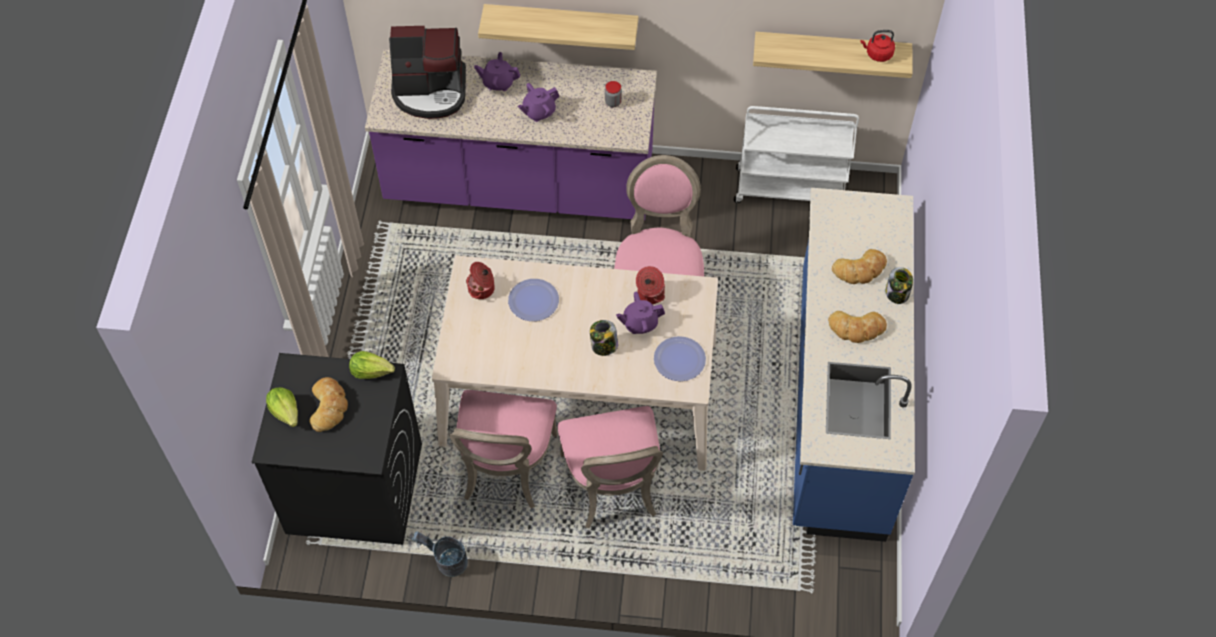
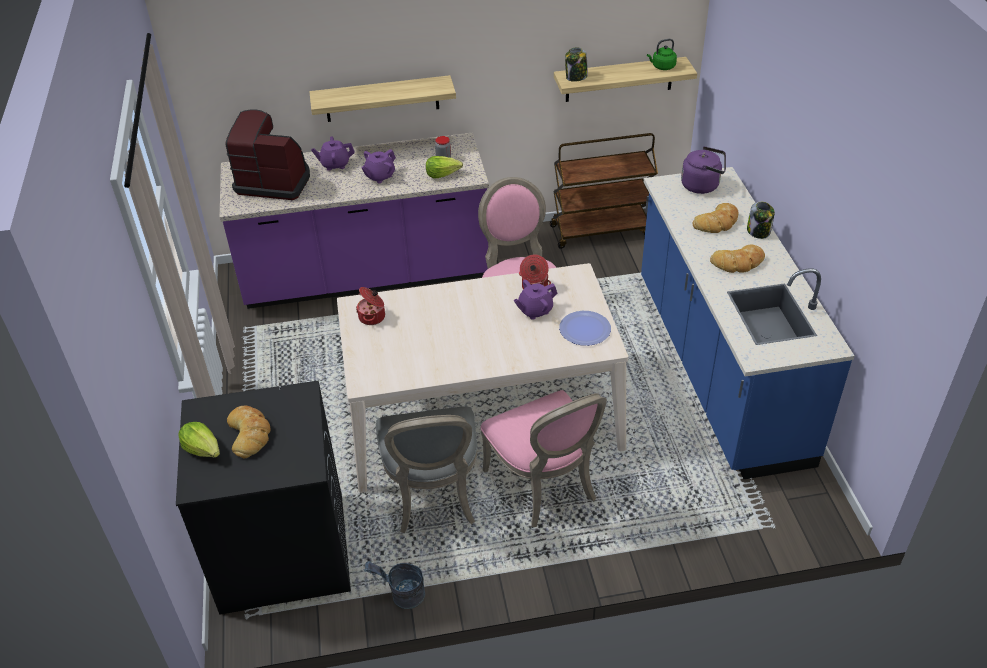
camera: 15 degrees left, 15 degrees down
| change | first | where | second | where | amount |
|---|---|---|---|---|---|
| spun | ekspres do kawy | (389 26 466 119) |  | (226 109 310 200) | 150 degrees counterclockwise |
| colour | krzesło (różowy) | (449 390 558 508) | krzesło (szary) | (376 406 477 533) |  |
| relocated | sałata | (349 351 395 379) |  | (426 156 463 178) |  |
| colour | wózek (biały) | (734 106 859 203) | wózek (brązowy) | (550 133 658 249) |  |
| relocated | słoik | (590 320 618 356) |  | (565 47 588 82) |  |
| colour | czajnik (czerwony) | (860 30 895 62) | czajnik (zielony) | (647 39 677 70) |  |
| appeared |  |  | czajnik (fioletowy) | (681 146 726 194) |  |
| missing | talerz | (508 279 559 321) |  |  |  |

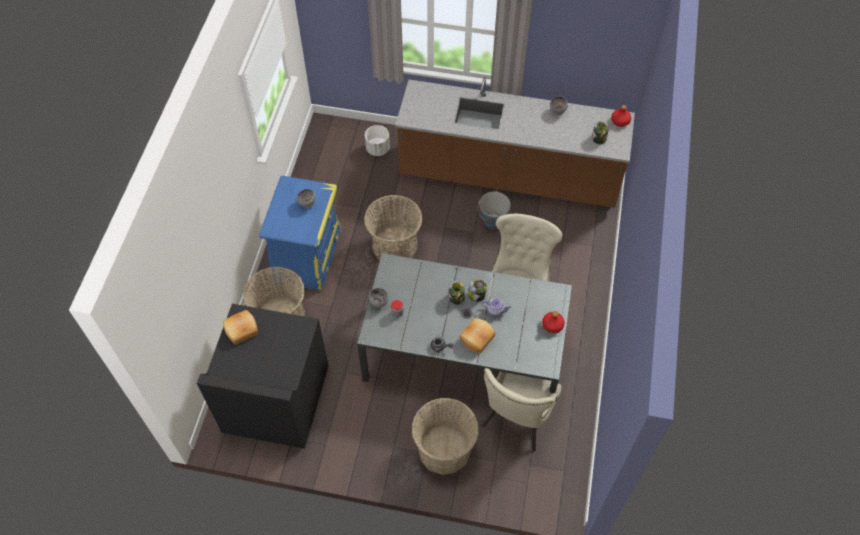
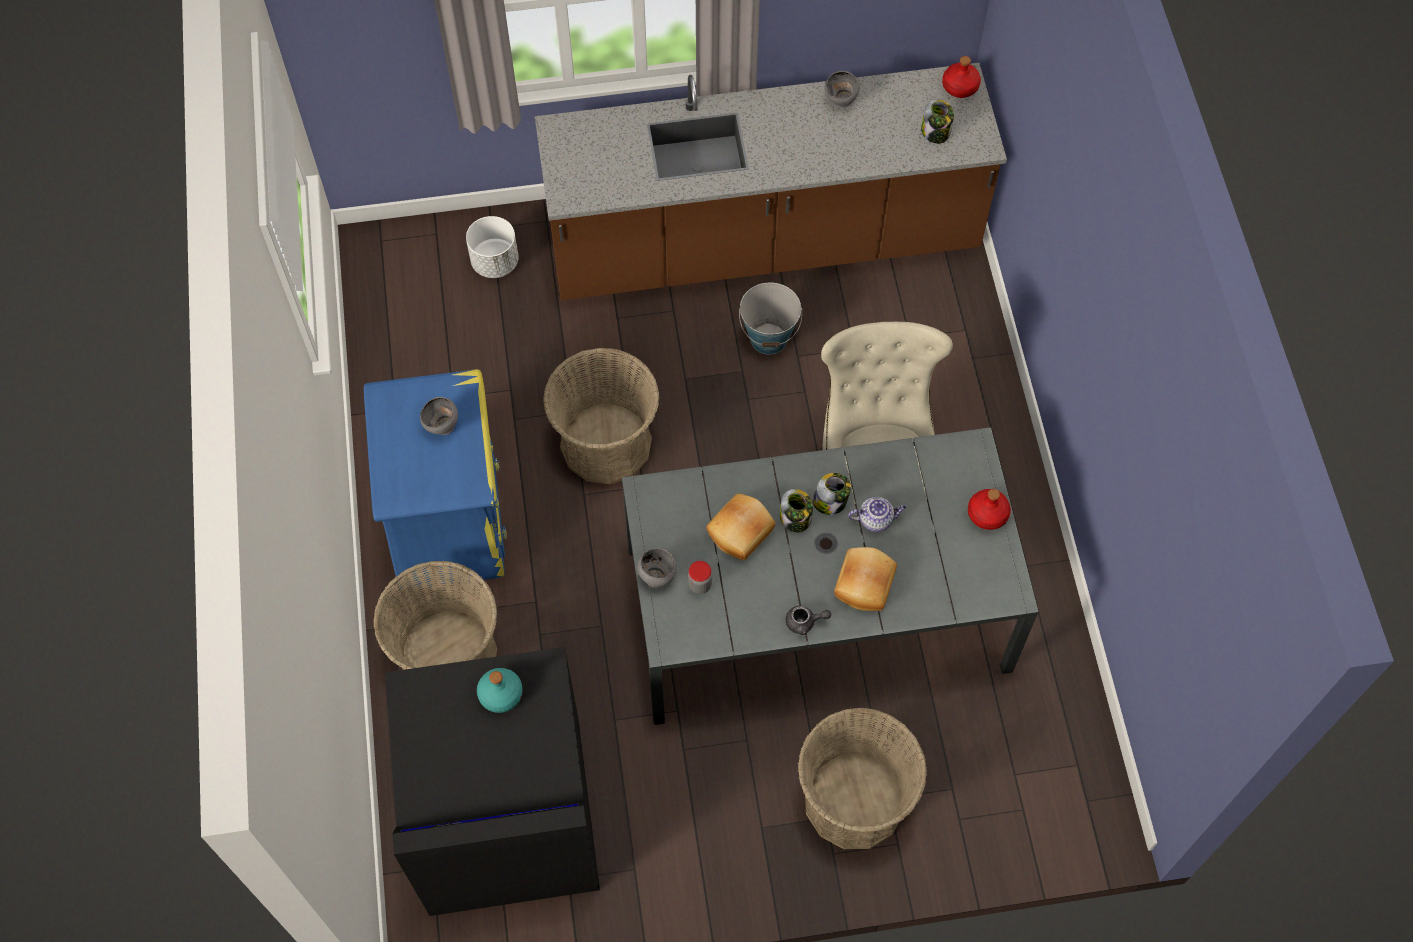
camera: 20 degrees left, 5 degrees up
| change | first | where | second | where | amount |
|---|---|---|---|---|---|
| appeared |  |  | butelka (turkusowy) | (477 668 523 713) |  |
| relocated | chleb | (223 310 258 345) |  | (706 494 775 560) |  |
| missing | krzesło (beżowy) | (481 363 562 452) |  |  |  |

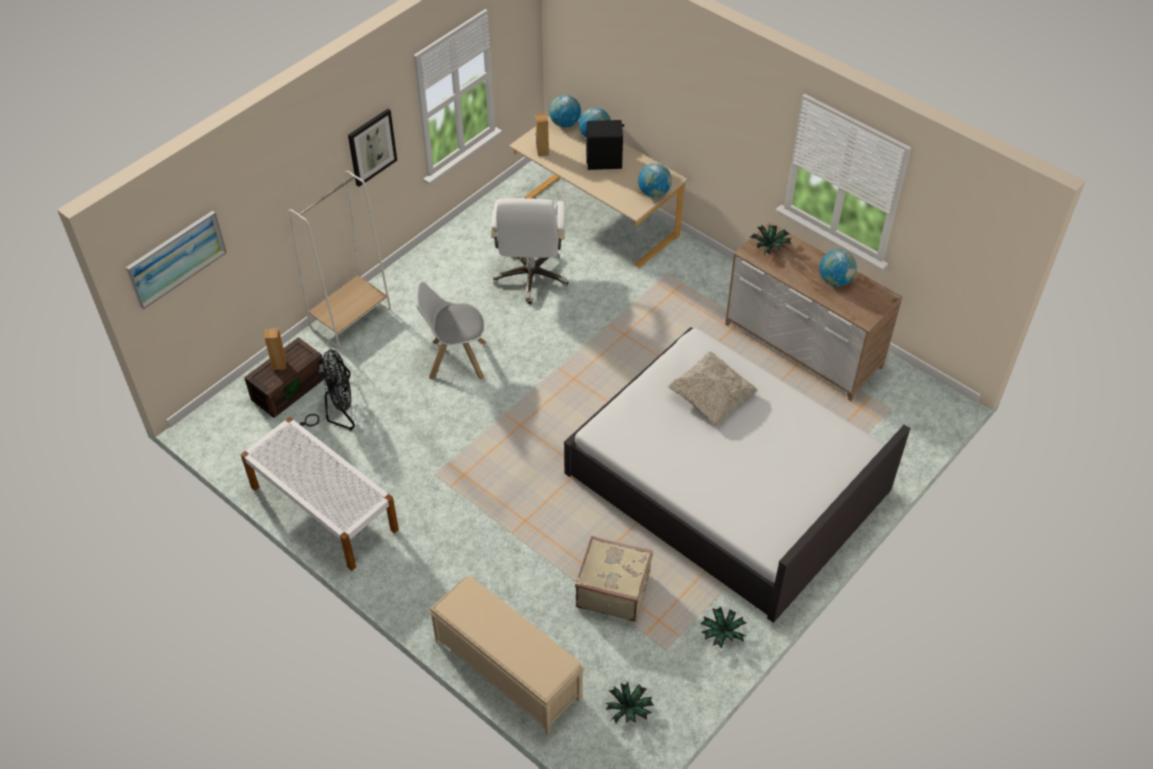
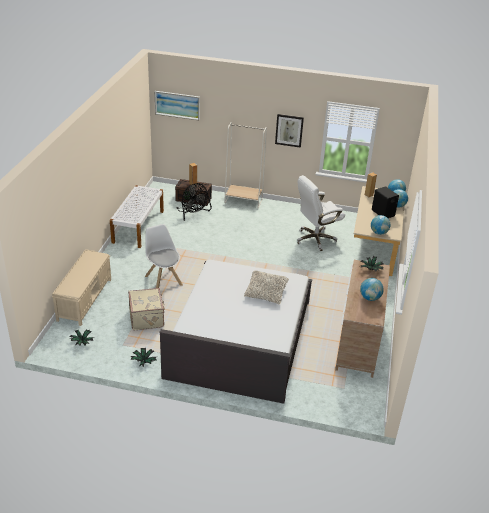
camera: 60 degrees right, 15 degrees down
| change | first | where | second | where | amount |
|---|---|---|---|---|---|
| relocated | krzesło | (415 281 487 380) |  | (145 224 183 288) |  |

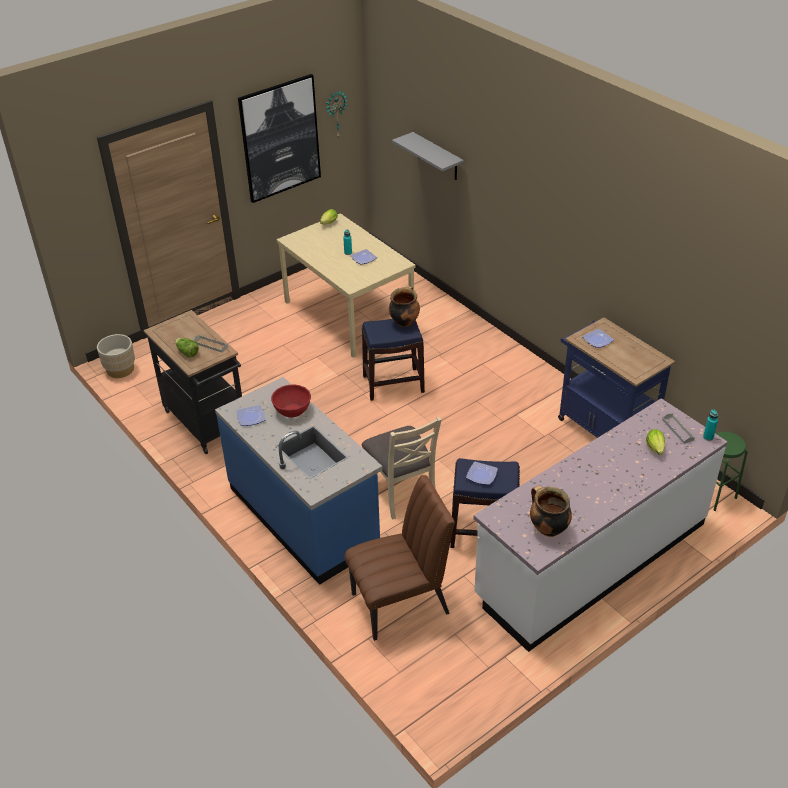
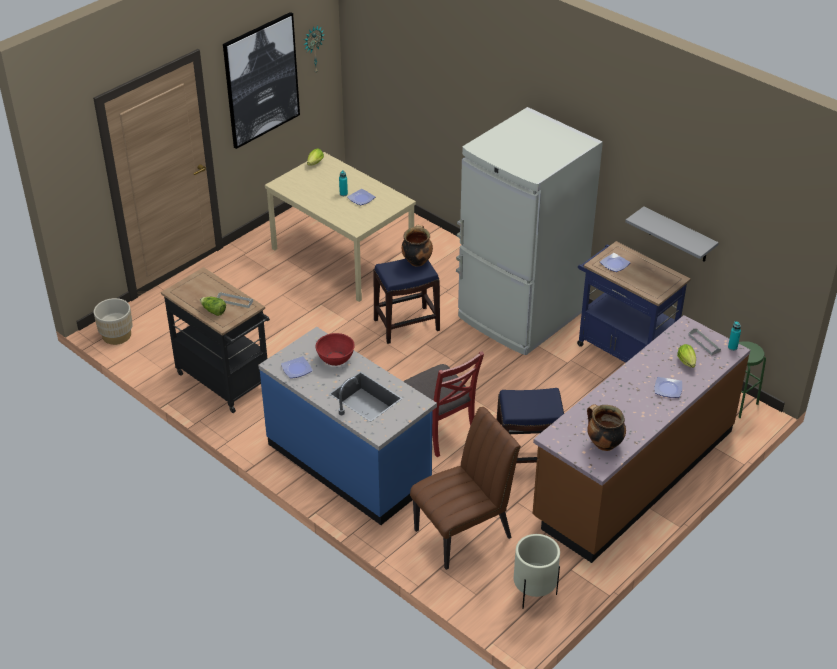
camera: 10 degrees left, 0 degrees up
| change | first | where | second | where | amount |
|---|---|---|---|---|---|
| colour | krzesło (beżowy) | (362 416 442 520) | krzesło (czerwony) | (403 351 484 457) |  |
| appeared |  |  | lodówka (biały) | (456 107 603 355) |  |
| appeared |  |  | donica (beżowy) | (514 534 560 608) |  |
| colour | zabudowa kuchenna (biały) | (473 398 727 652) | zabudowa kuchenna (brązowy) | (532 315 750 563) |  |
| relocated | półka (szary) | (392 132 464 180) |  | (625 207 719 262) |  |
| relocated | talerz | (466 462 498 485) |  | (654 377 682 398) |  |

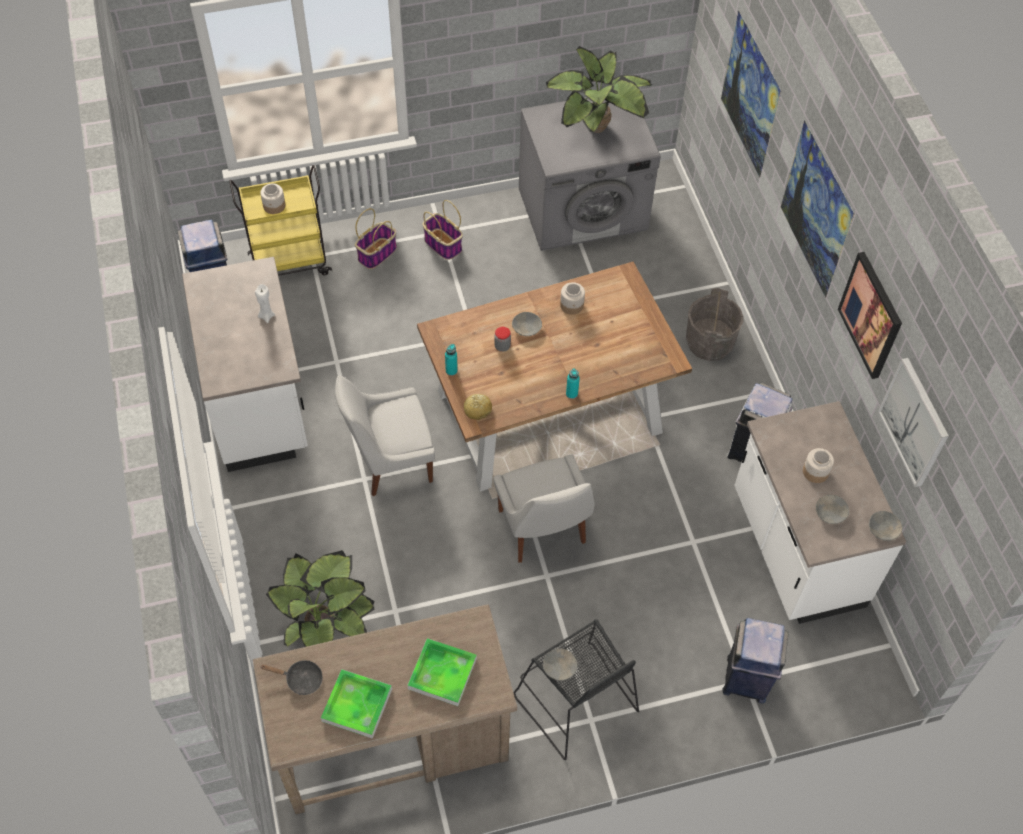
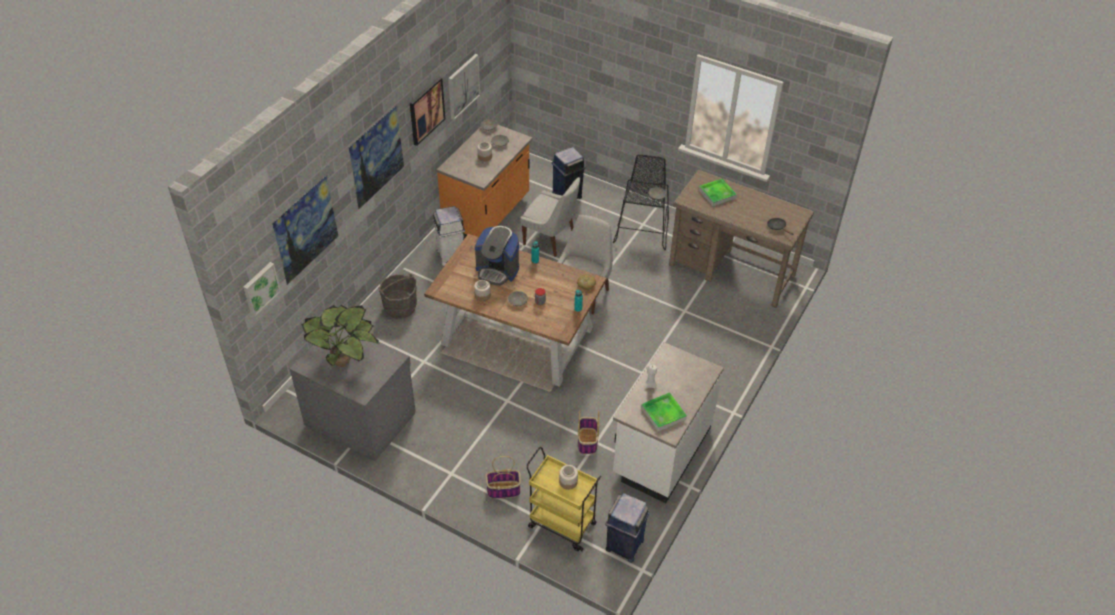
camera: 135 degrees left, 10 degrees down
| change | first | where | second | where | amount |
|---|---|---|---|---|---|
| appeared |  |  | obraz | (243 262 281 316) |  |
| colour | zabudowa kuchenna (biały) | (734 401 906 624) | zabudowa kuchenna (pomarańczowy) | (437 125 533 239) |  |
| appeared |  |  | ekspres do kawy | (475 226 519 286) |  |
| relocated | krzesło (biały) | (335 375 435 496) |  | (520 177 580 257) |  |
| relocated | koszyk | (423 200 463 260) |  | (578 410 599 454) |  |
| relocated | taca | (321 669 392 739) |  | (641 392 687 432) |  |
| missing | roślina doniczkowa | (266 550 375 647) |  |  |  |

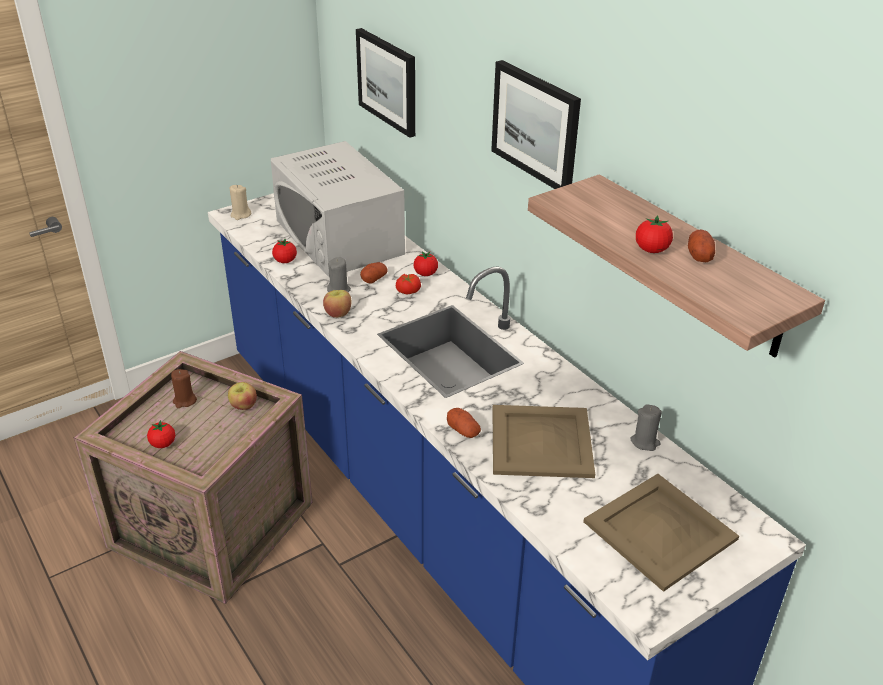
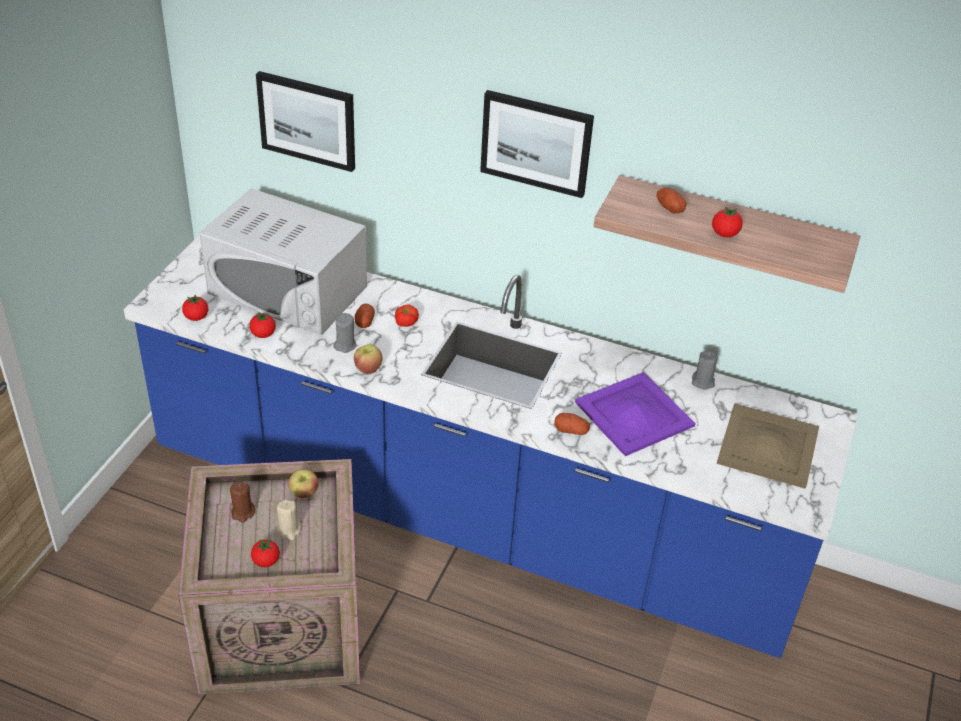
camera: 35 degrees left, 5 degrees up
| change | first | where | second | where | amount |
|---|---|---|---|---|---|
| relocated | pomidor | (414 251 438 276) |  | (182 294 208 321) |  |
| relocated | świeca (beżowy) | (230 185 251 220) |  | (277 499 301 540) |  |
| colour | taca (beżowy) | (492 405 595 478) | taca (fioletowy) | (575 372 696 456) |  |
| relocated | ziemniak | (688 230 715 262) |  | (656 187 686 214) |  |

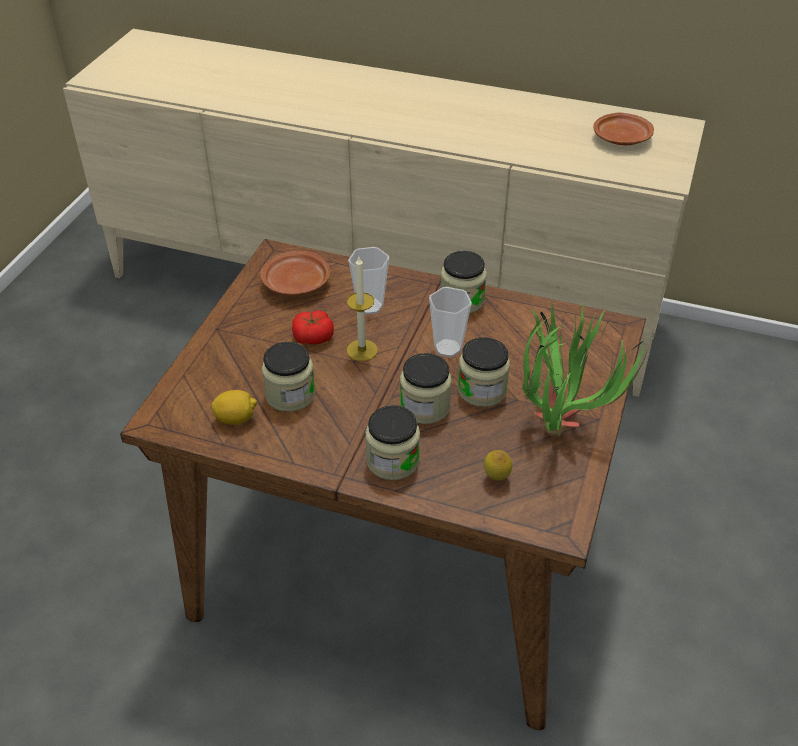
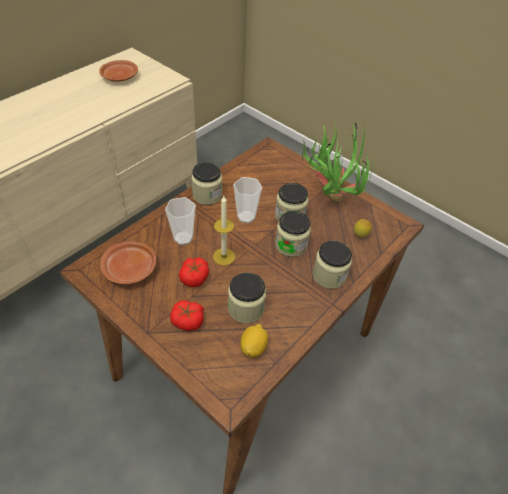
camera: 70 degrees left, 5 degrees up
| change | first | where | second | where | amount |
|---|---|---|---|---|---|
| appeared |  |  | pomidor | (170 300 204 331) |  |

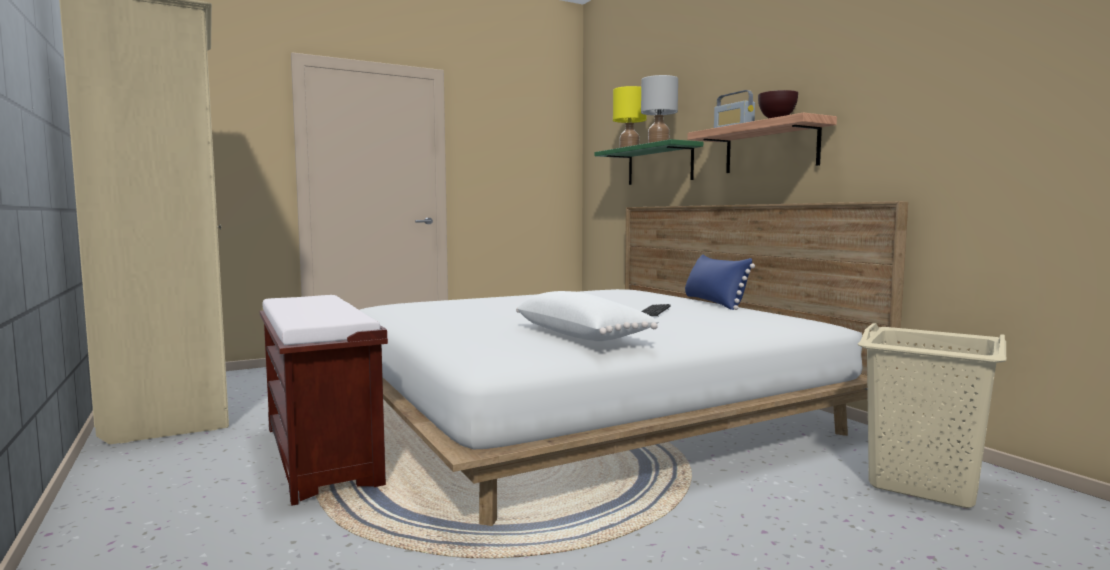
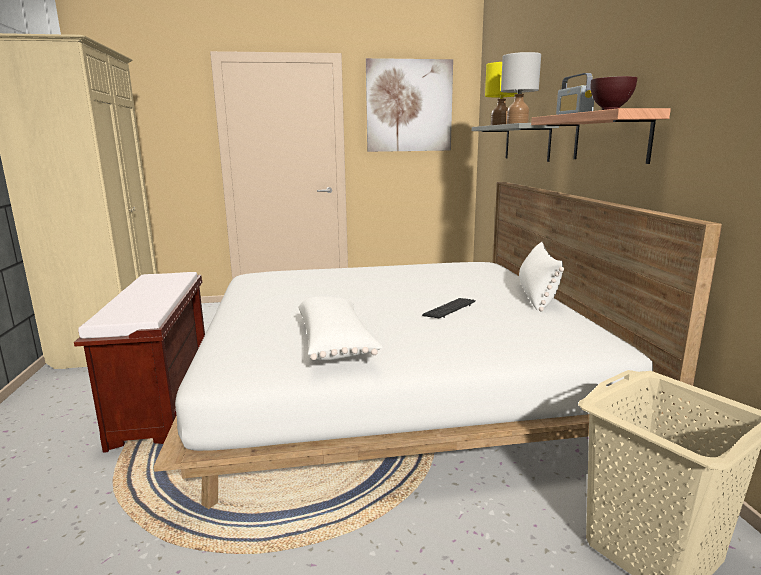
camera: 20 degrees right, 10 degrees up
| change | first | where | second | where | amount |
|---|---|---|---|---|---|
| appeared |  |  | obraz | (366 58 453 152) |  |
| colour | półka (zielony) | (594 139 703 185) | półka (szary) | (472 123 559 162) |  |
| colour | poduszka (niebieski) | (685 254 755 310) | poduszka (biały) | (519 242 564 312) |  |

